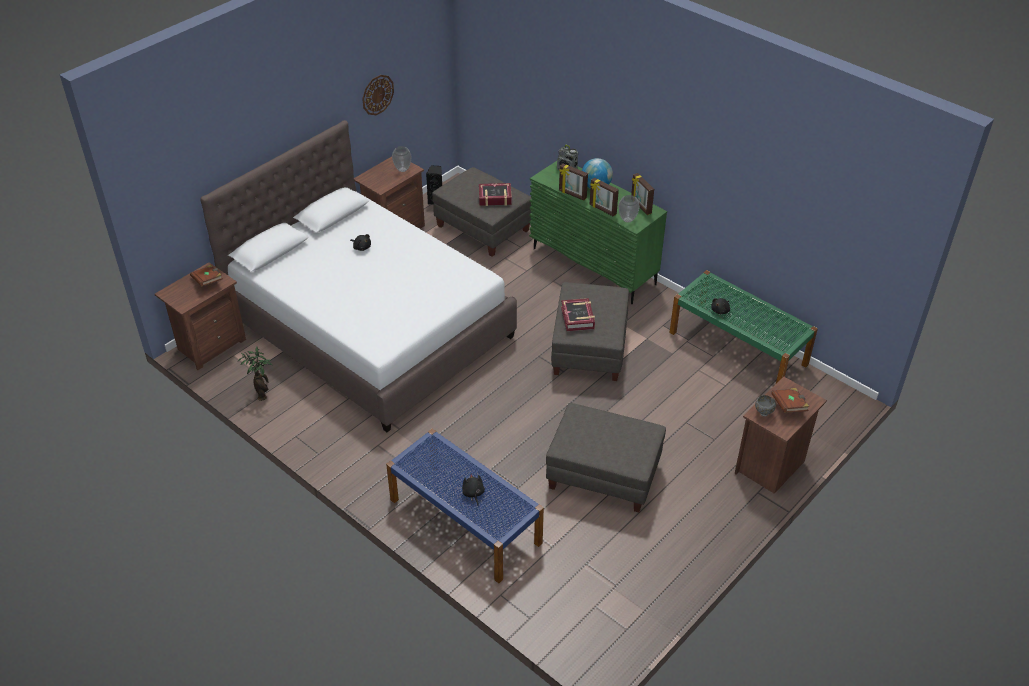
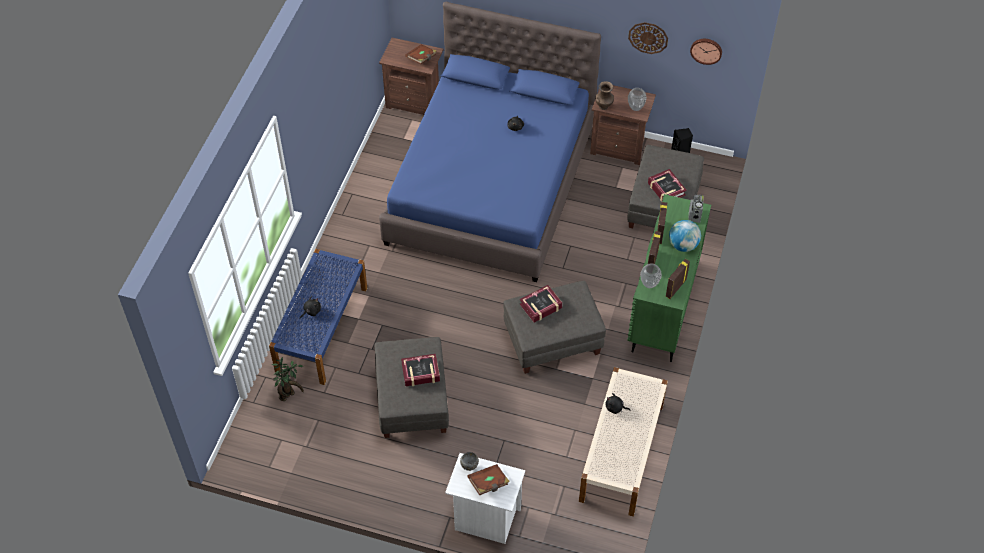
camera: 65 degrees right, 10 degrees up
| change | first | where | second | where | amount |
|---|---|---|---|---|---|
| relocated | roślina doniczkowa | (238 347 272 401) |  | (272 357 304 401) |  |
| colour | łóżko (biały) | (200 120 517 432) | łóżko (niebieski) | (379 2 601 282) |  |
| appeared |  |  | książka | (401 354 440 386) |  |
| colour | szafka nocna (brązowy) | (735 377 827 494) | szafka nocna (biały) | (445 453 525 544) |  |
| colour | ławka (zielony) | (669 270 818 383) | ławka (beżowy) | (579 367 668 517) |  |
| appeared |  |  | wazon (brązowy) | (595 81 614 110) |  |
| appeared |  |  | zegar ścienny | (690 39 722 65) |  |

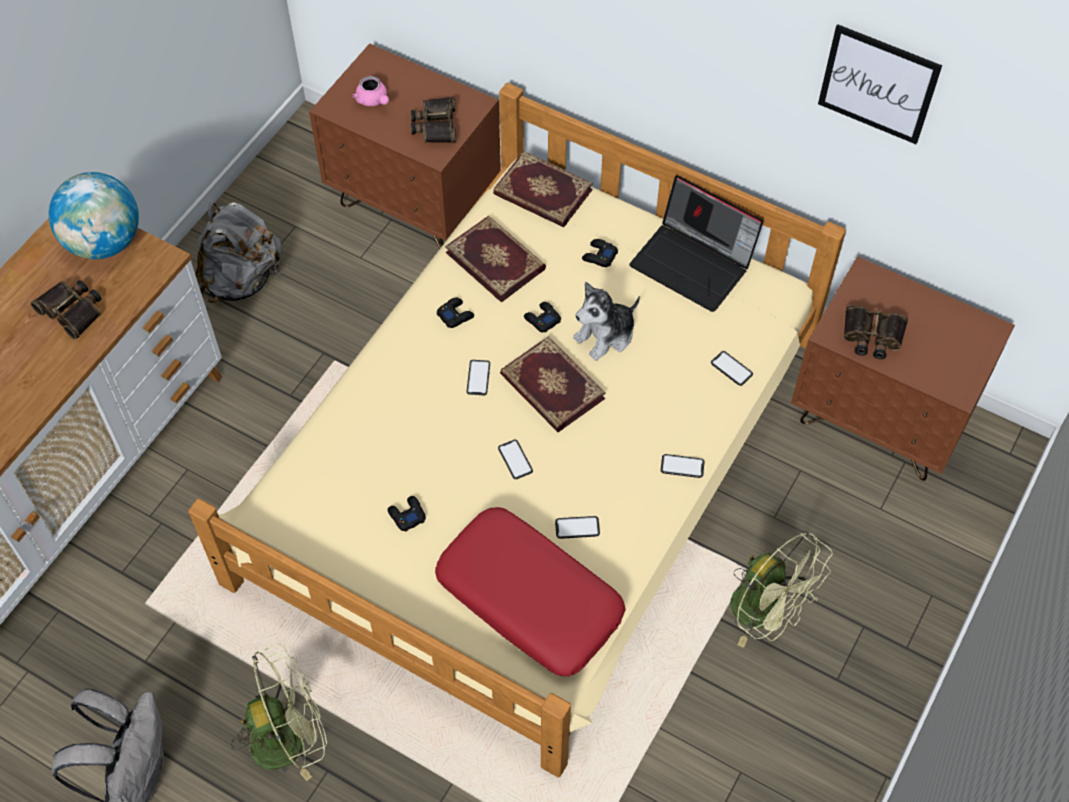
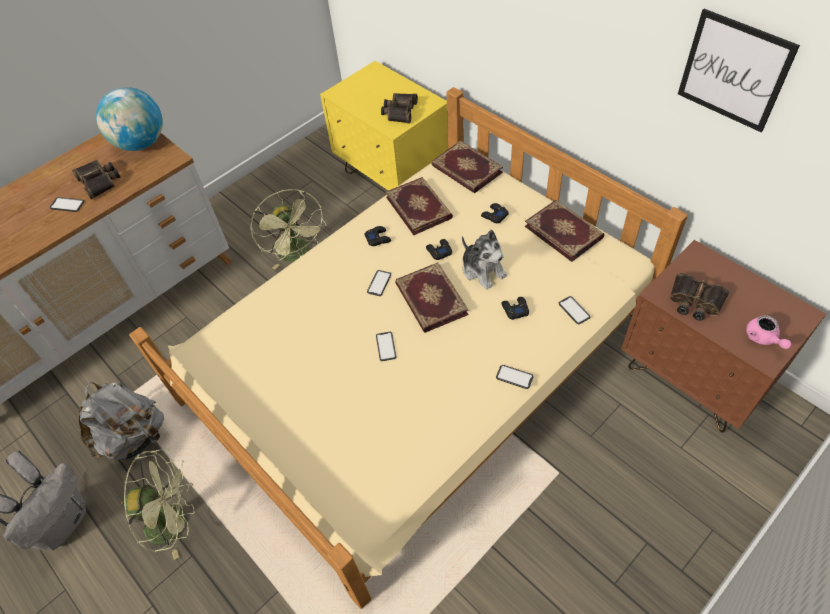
camera: 20 degrees right, 5 degrees down
| change | first | where | second | where | amount |
|---|---|---|---|---|---|
| relocated | telefon | (555 516 600 539) |  | (50 197 84 212) |  |
| relocated | plecak (szary) | (195 202 282 303) |  | (78 382 164 460) |  |
| relocated | wentylator (zielony) | (730 532 833 648) |  | (250 189 326 270) |  |
| colour | szafka nocna (brązowy) | (309 44 501 249) | szafka nocna (żółty) | (320 61 448 190) |  |
| spun | pluszak | (573 282 640 361) |  | (462 230 507 290) | 105 degrees counterclockwise |
| relocated | pad do gier (czarny) | (388 496 426 532) |  | (502 297 529 320) |  |
| exchanged | laptop | (629 175 763 312) | książka | (525 200 604 262) |  |
| relocated | imbryk (różowy) | (352 76 389 106) |  | (746 315 791 349) |  |
| missing | poduszka (czerwony) | (435 507 625 676) |  |  |  |

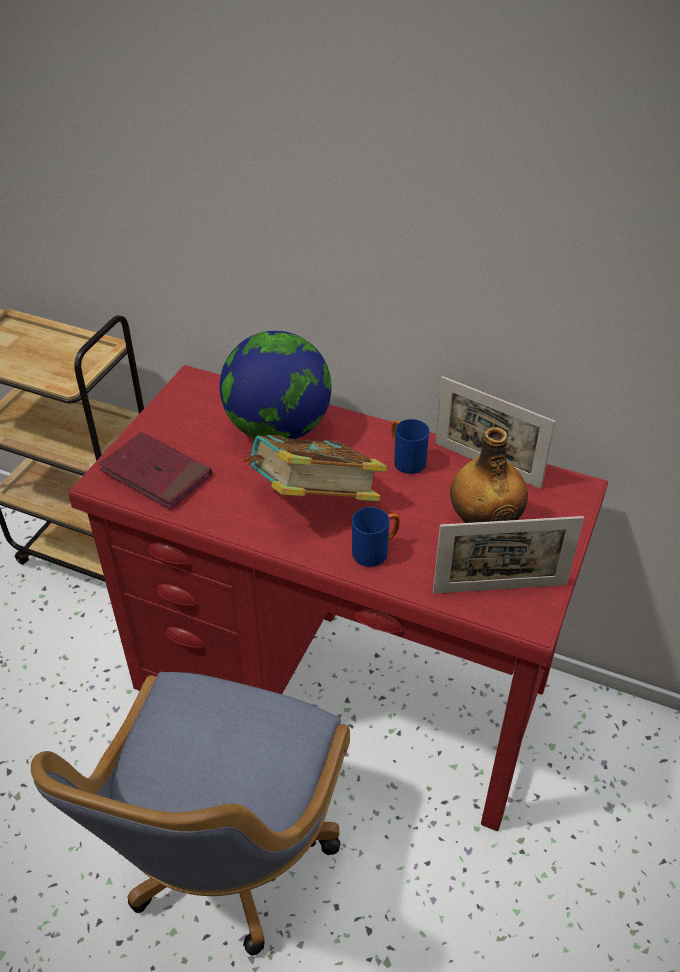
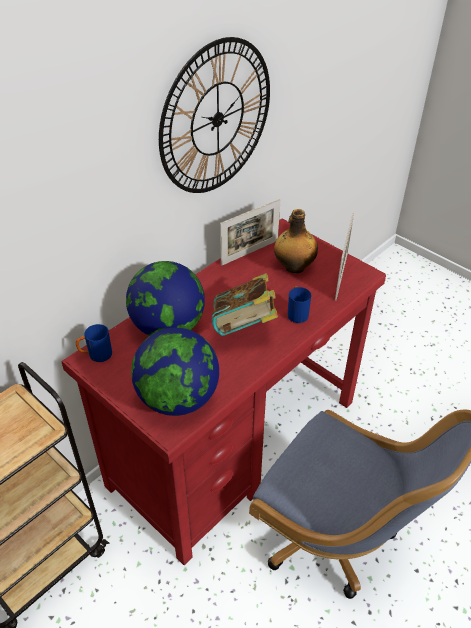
camera: 70 degrees left, 0 degrees up
| change | first | where | second | where | amount |
|---|---|---|---|---|---|
| relocated | kubek (niebieski) | (391 419 429 474) |  | (76 324 112 362) |  |
| exchanged | książka (czerwony) | (99 432 212 510) | globus | (131 328 219 416) |  |
| appeared |  |  | zegar ścienny | (159 37 270 193) |  |

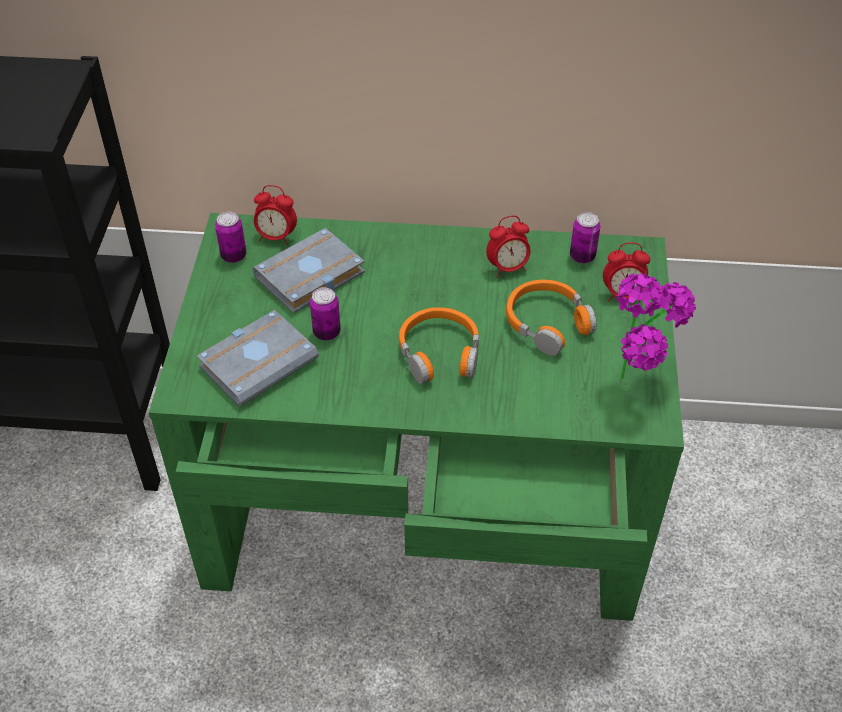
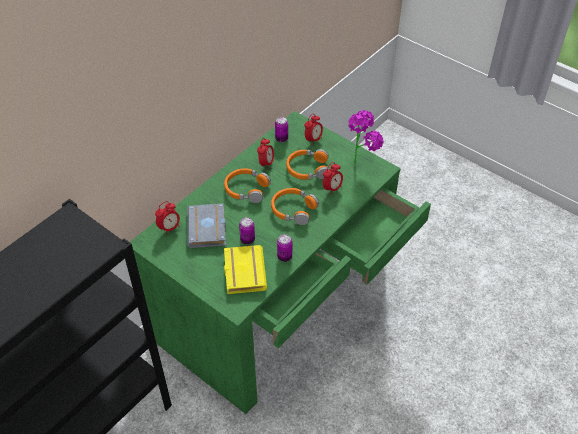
camera: 55 degrees left, 0 degrees up
| change | first | where | second | where | amount |
|---|---|---|---|---|---|
| appeared |  |  | słuchawki (pomarańczowy) | (224 168 271 203) |  |
| colour | książka (szary) | (197 310 319 407) | książka (żółty) | (224 245 267 294) |  |
| relocated | puszka | (215 212 247 263) |  | (277 234 292 262) |  |
| appeared |  |  | budzik | (323 162 343 196) |  |

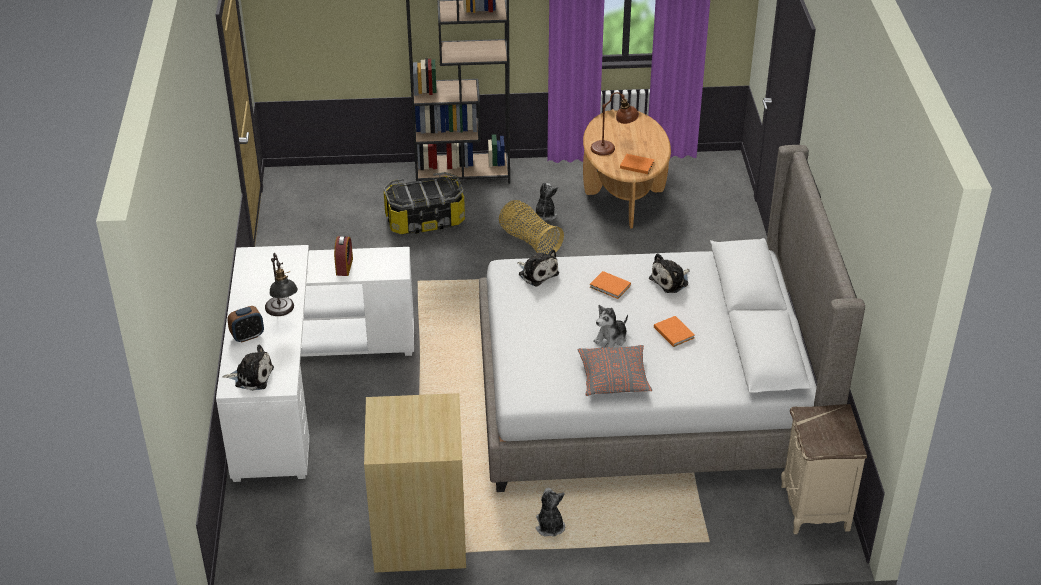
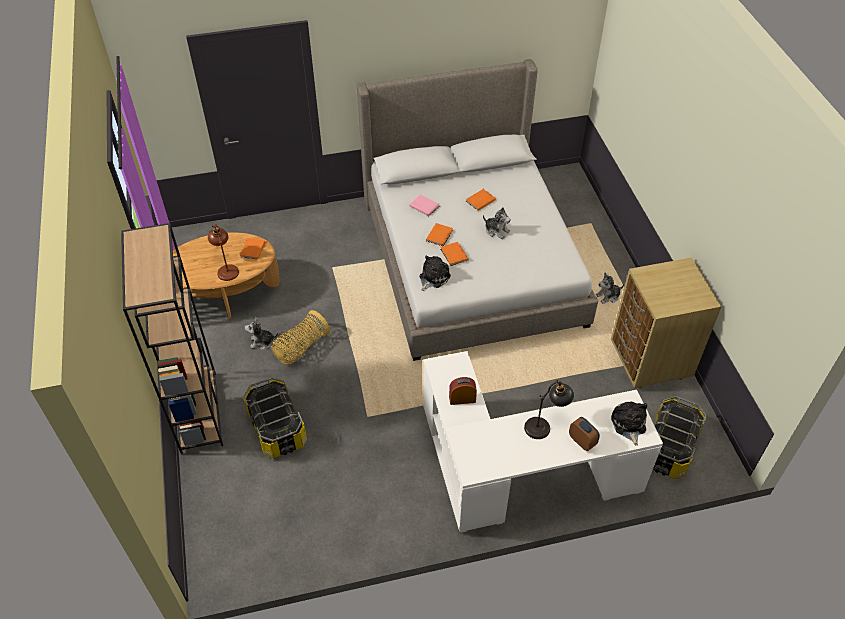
camera: 100 degrees left, 10 degrees up
| change | first | where | second | where | amount |
|---|---|---|---|---|---|
| exchanged | pluszak | (649 253 690 293) | książka (różowy) | (409 194 440 216) |  |
| appeared |  |  | książka (pomarańczowy) | (440 242 468 266) |  |
| appeared |  |  | pojemnik do przechowywania | (653 396 706 479) |  |
| missing | poduszka (szary) | (578 345 652 396) |  |  |  |
| missing | szafka nocna (beżowy) | (781 404 867 534) |  |  |  |

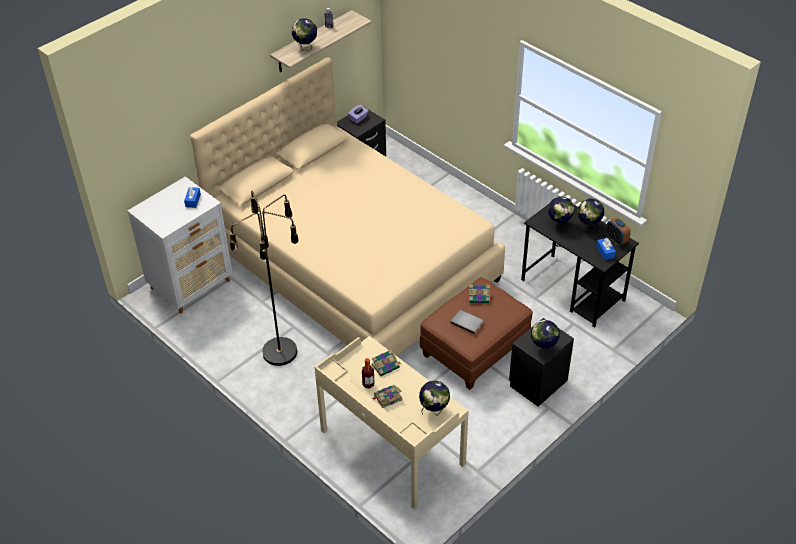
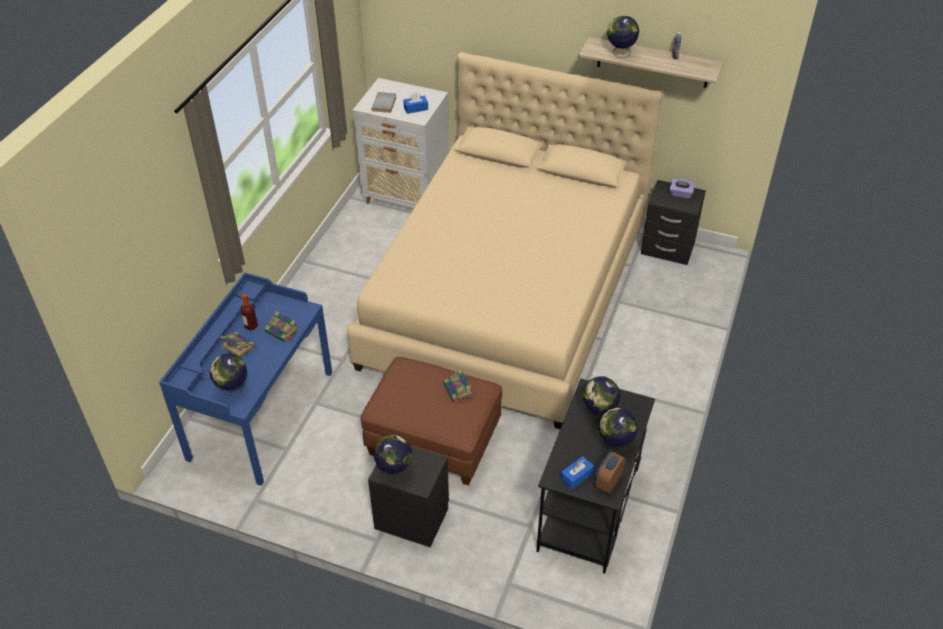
camera: 65 degrees right, 0 degrees up
| change | first | where | second | where | amount |
|---|---|---|---|---|---|
| colour | biurko (beżowy) | (315 336 469 510) | biurko (niebieski) | (159 273 332 486) |  |
| relocated | książka (szary) | (450 310 484 334) |  | (372 92 396 113) |  |
| missing | lampa stojąca | (230 191 298 366) |  |  |  |

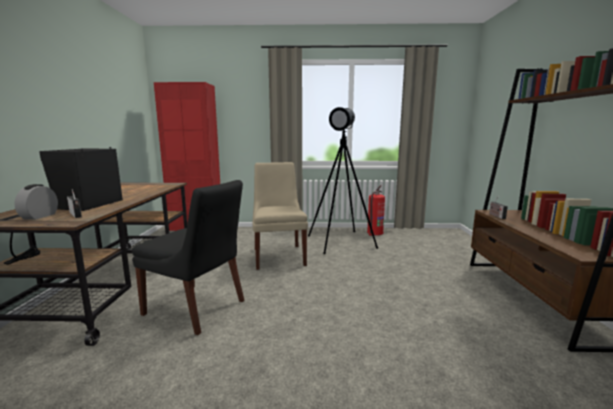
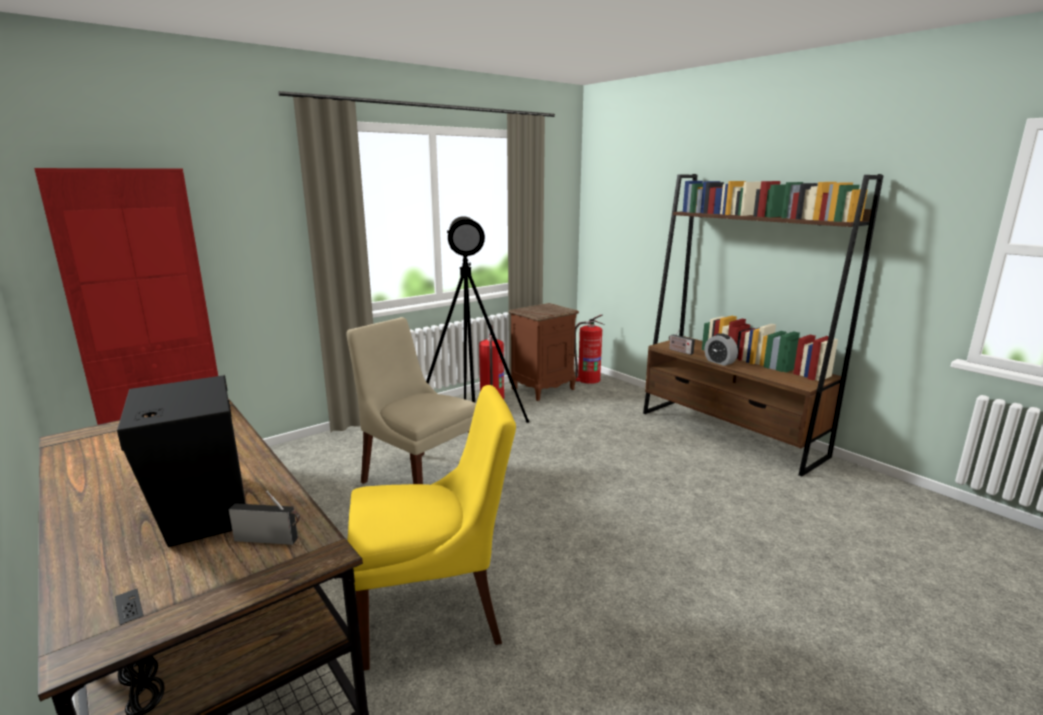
camera: 40 degrees left, 5 degrees up
| change | first | where | second | where | amount |
|---|---|---|---|---|---|
| colour | krzesło (czarny) | (132 180 244 335) | krzesło (żółty) | (347 385 516 671) |  |
| appeared |  |  | szafka nocna (brązowy) | (508 303 579 401) |  |
| appeared |  |  | gaśnica | (574 315 605 384) |  |
| relocated | budzik | (14 184 58 220) |  | (705 333 738 366) |  |

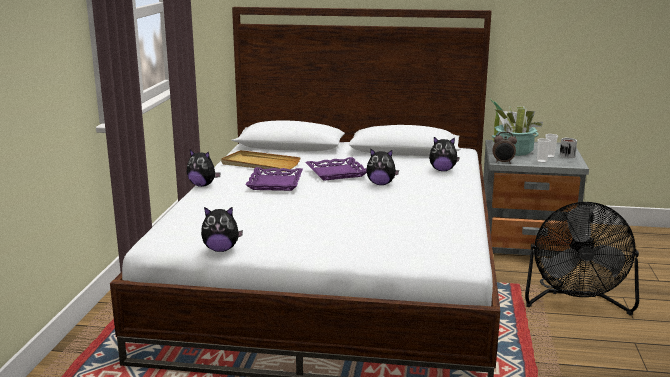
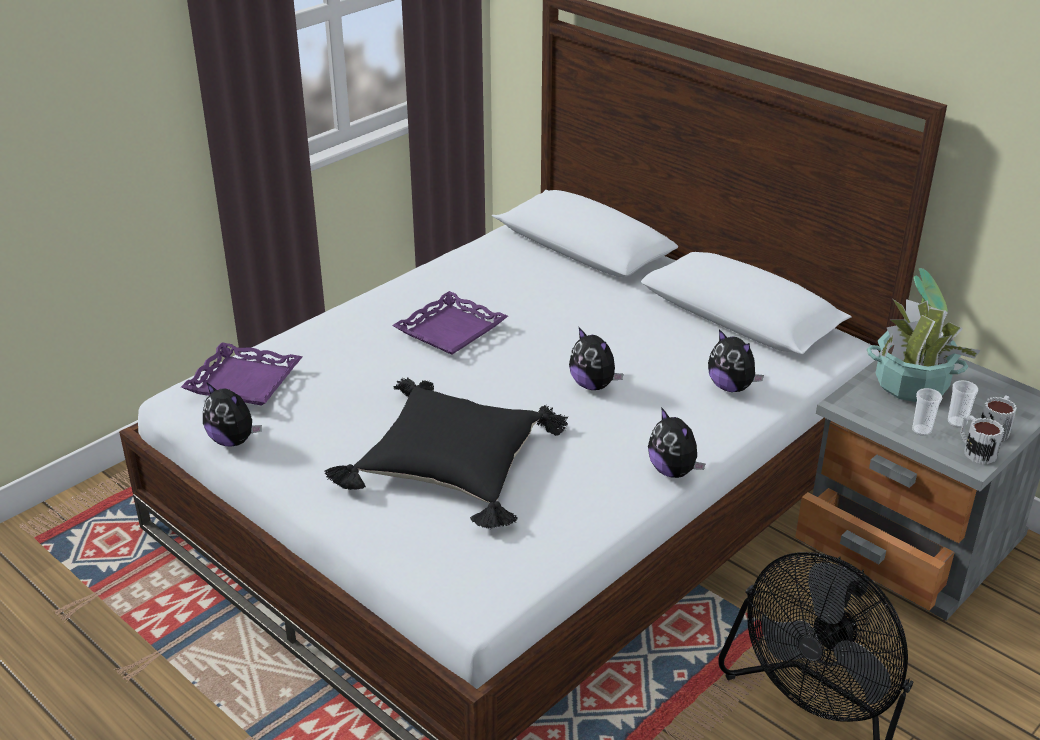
camera: 35 degrees right, 15 degrees up
| change | first | where | second | where | amount |
|---|---|---|---|---|---|
| relocated | taca (fioletowy) | (305 157 367 181) |  | (181 342 303 406) |  |
| appeared |  |  | poduszka (czarny) | (324 378 569 529) |  |
| relocated | pluszak | (187 150 221 187) |  | (648 407 705 478) |  |
| appeared |  |  | kubek | (960 415 1004 464) |  |
| missing | taca (beżowy) | (221 150 301 172) |  |  |  |
| missing | budzik | (492 132 517 164) |  |  |  |

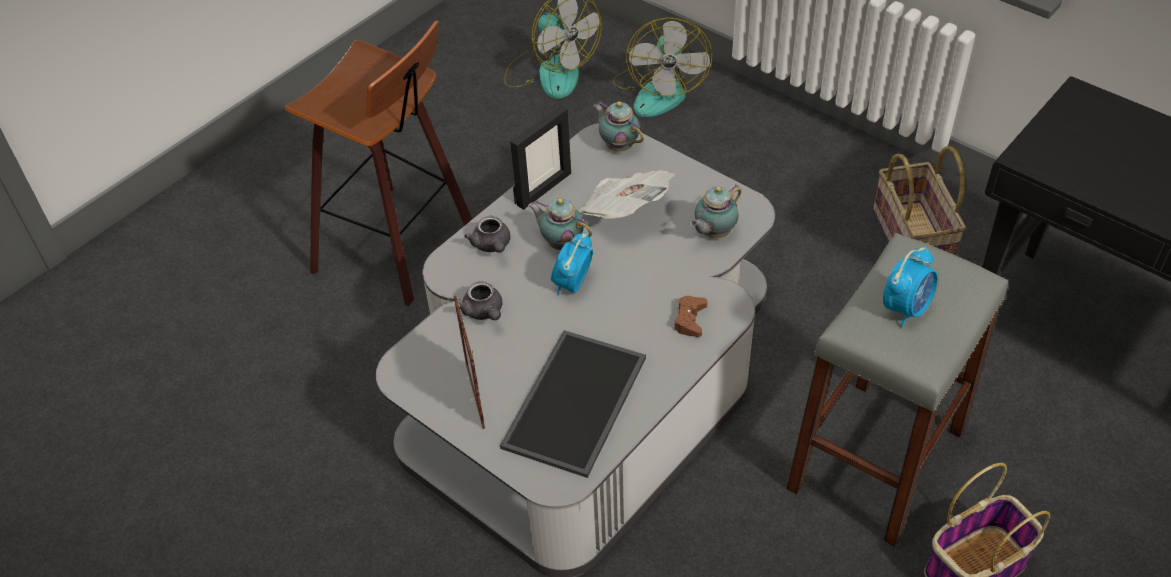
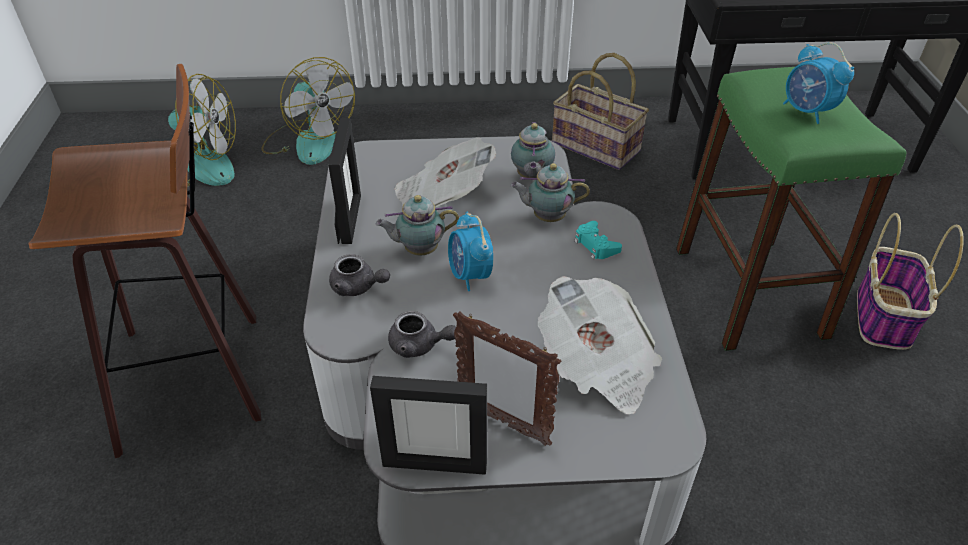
camera: 45 degrees left, 5 degrees down
| change | first | where | second | where | amount |
|---|---|---|---|---|---|
| appeared |  |  | ramka na zdjęcie | (370 376 487 475) |  |
| relocated | imbryk | (593 101 644 152) |  | (510 163 590 222) |  |
| exchanged | taca | (500 330 646 478) | gazeta | (538 276 662 414) |  |
| colour | pad do gier (brązowy) | (673 296 708 337) | pad do gier (turkusowy) | (574 221 622 260) |  |
| colour | stołek (szary) | (786 233 1008 547) | stołek (zielony) | (676 67 906 351) |  |
| spun | budzik | (883 246 938 327) |  | (783 43 854 124) | 150 degrees clockwise |

